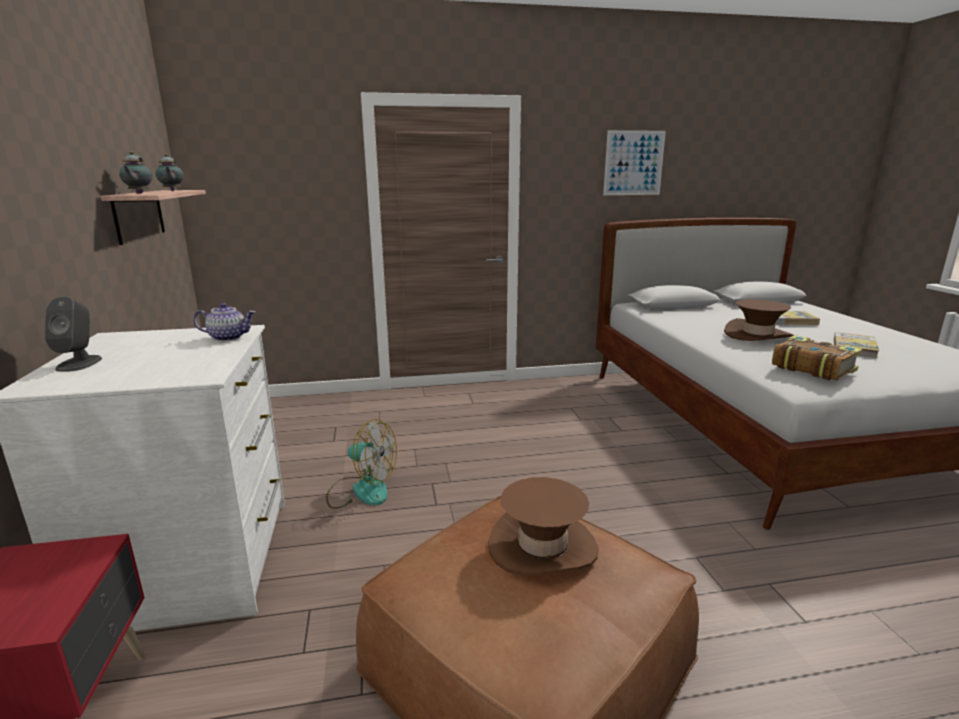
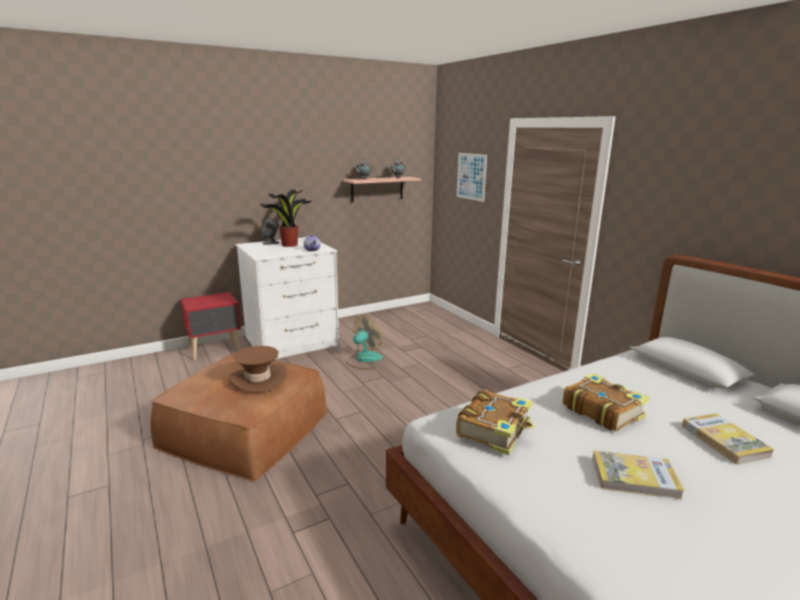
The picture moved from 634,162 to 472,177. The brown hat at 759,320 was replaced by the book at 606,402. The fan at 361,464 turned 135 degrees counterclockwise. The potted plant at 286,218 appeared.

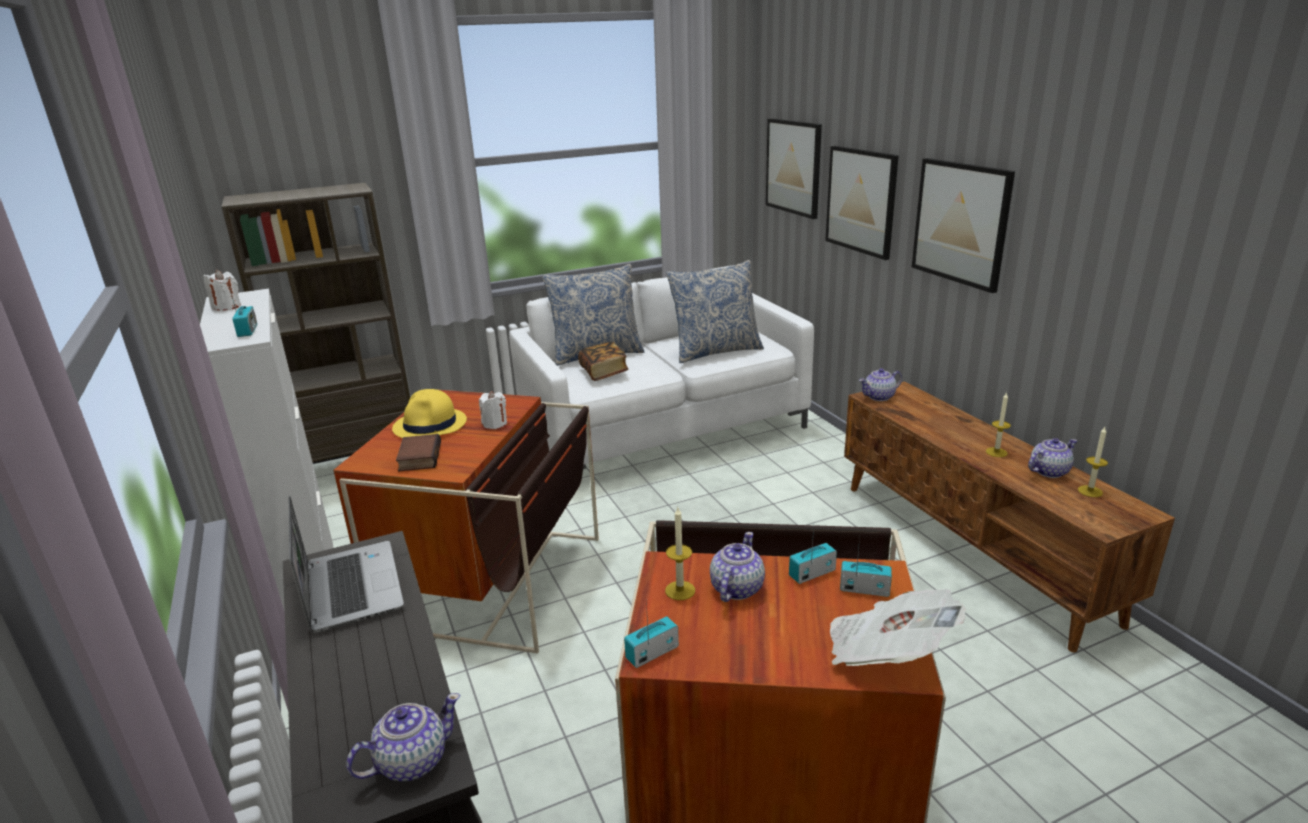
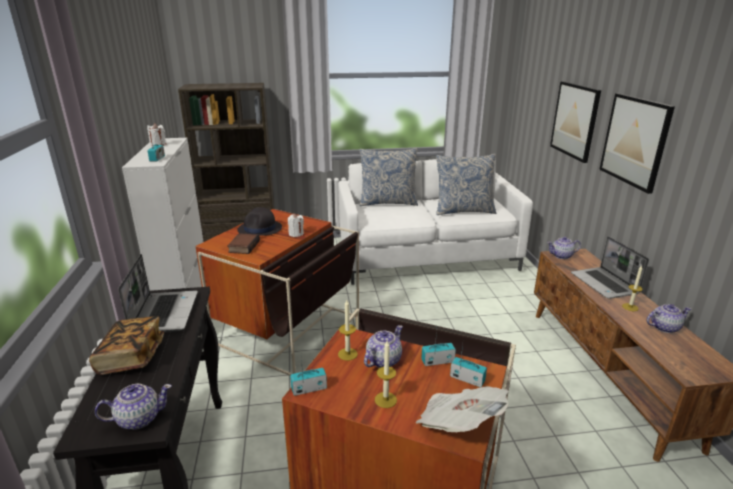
The picture at 794,168 disappeared. The book moved from 603,361 to 126,345. The yellow hat at 429,413 became the black hat at 259,221. The candle moved from 1093,462 to 386,374. The laptop at 610,267 appeared.

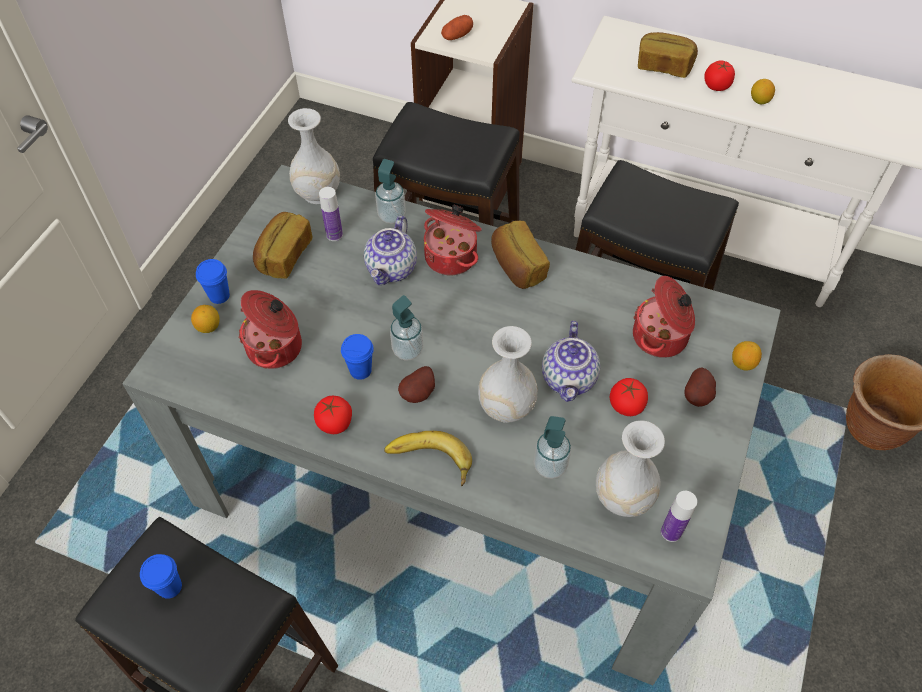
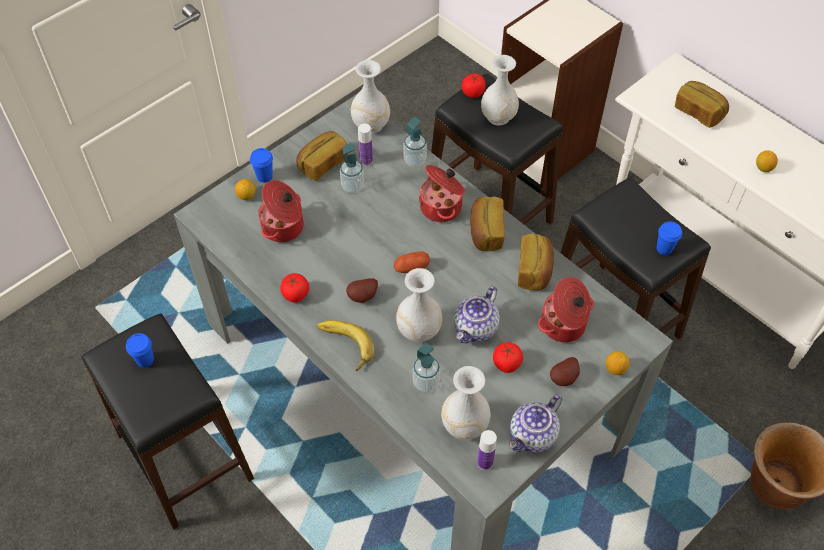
The potato moved from 457,27 to 412,262. The tomato moved from 719,75 to 474,86. The teapot moved from 390,250 to 535,423. The soap dispenser moved from 406,327 to 352,168. The blue cup moved from 357,357 to 669,238. The white vase at 500,90 appeared. The bread at 536,262 appeared.

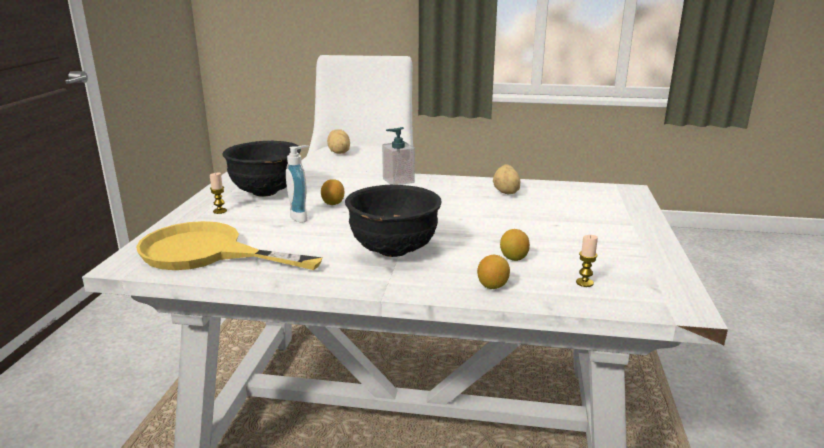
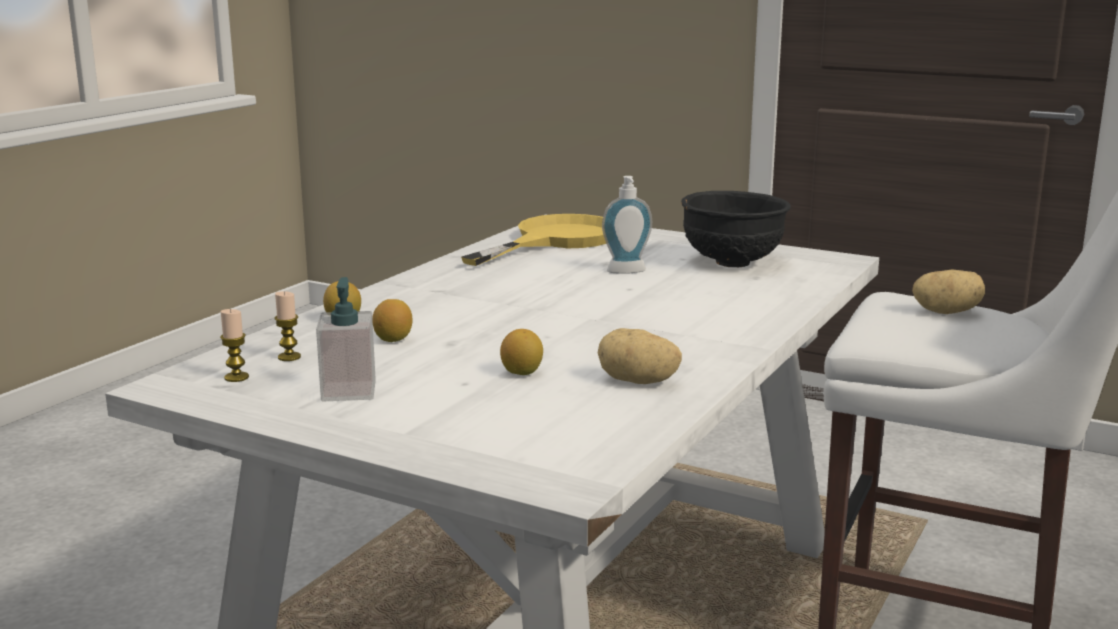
The soap dispenser moved from 398,156 to 346,339. The candle moved from 218,193 to 234,345. The lemon moved from 332,192 to 521,352. The black bowl at 393,221 disappeared.

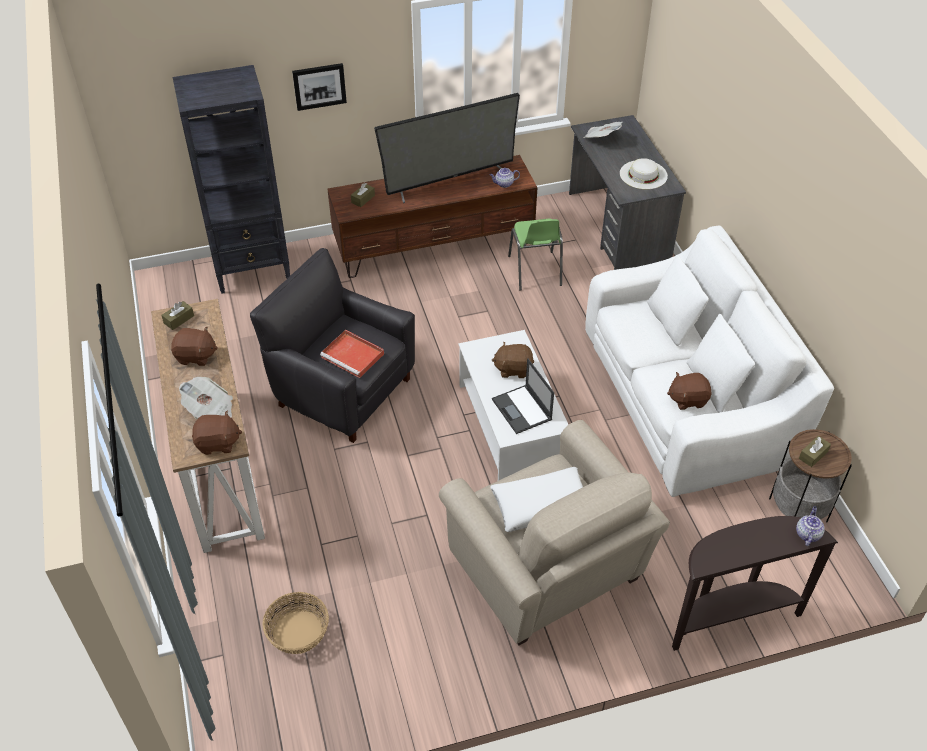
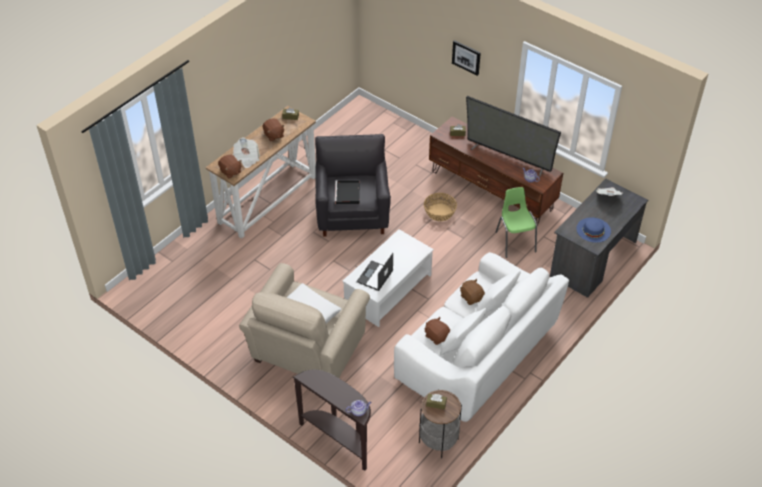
The black bookcase at 231,179 disappeared. The white hat at 644,173 became the blue hat at 593,230. The green chair at 535,255 turned 120 degrees clockwise. The red tray at 352,354 became the black tray at 347,192. The brown plush toy moved from 513,359 to 472,292. The basket moved from 295,623 to 440,207.

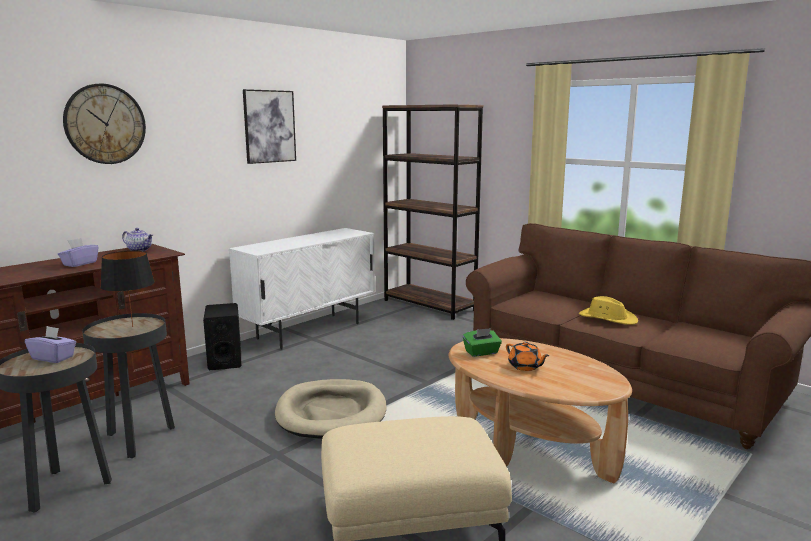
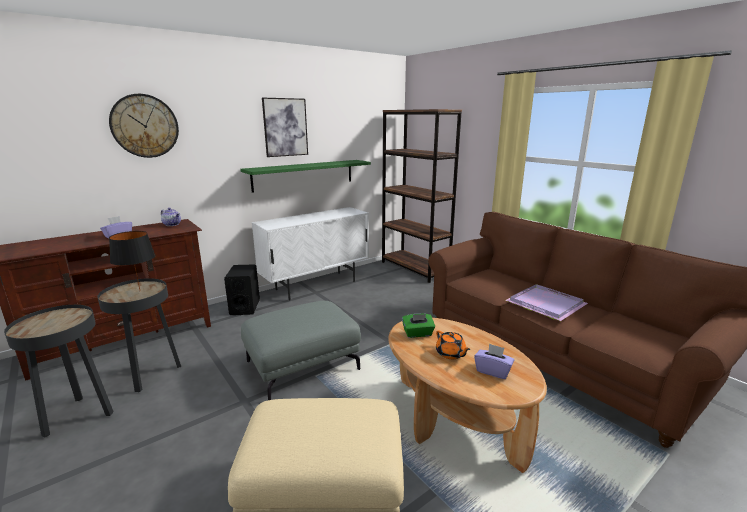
The yellow hat at 608,310 was replaced by the purple tray at 546,302. The purple tissue box moved from 50,344 to 494,361. The beige dog bed at 330,409 was replaced by the grey ottoman at 301,350. The green shelf at 305,176 appeared.

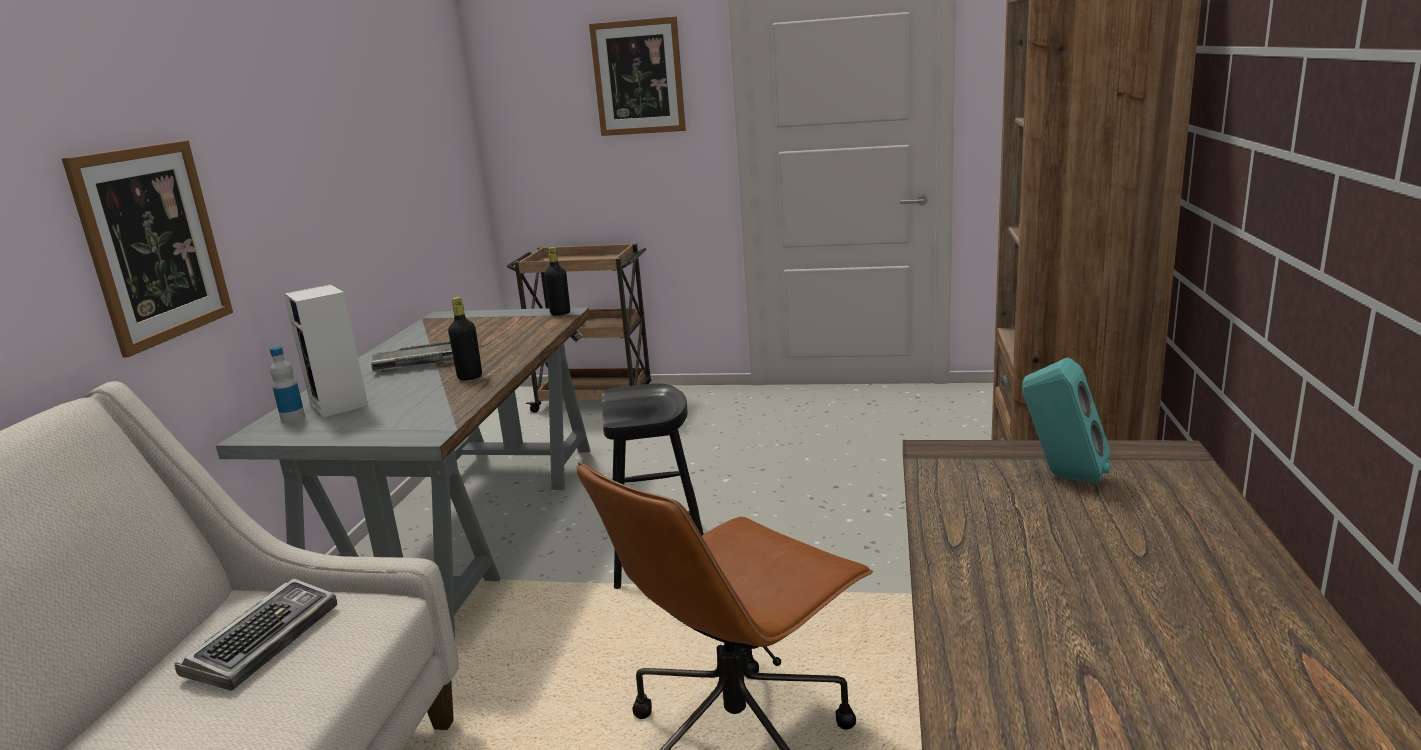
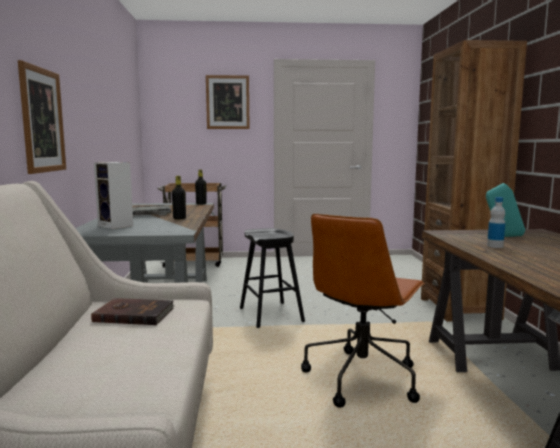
The bottle moved from 287,385 to 496,222. The keyboard at 255,635 was replaced by the brown book at 132,311.

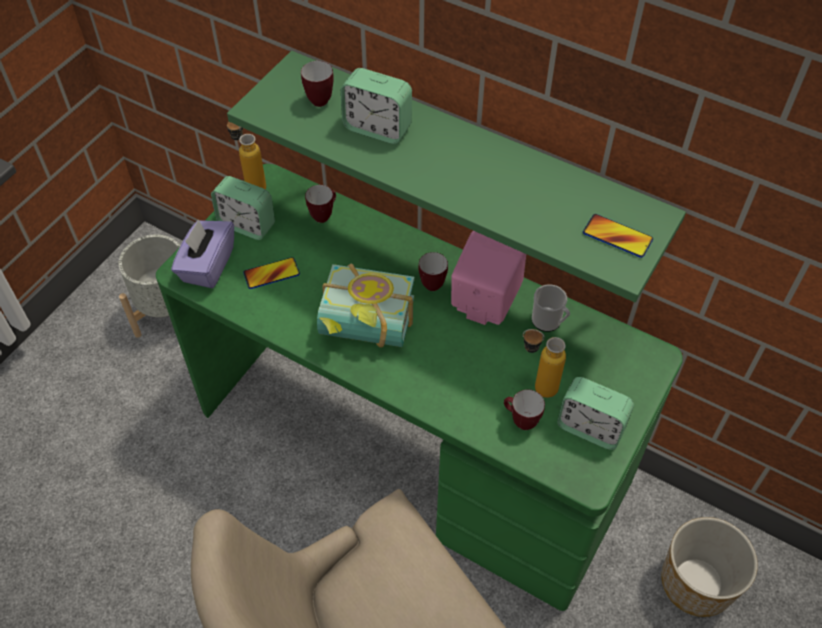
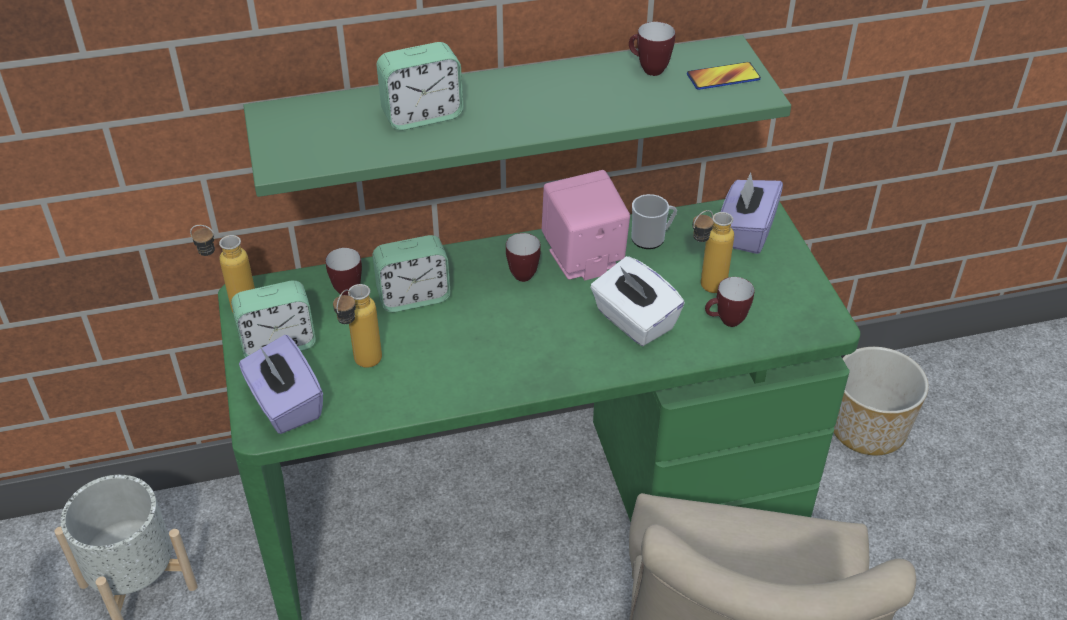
The mug moved from 317,84 to 652,49. The phone at 271,273 was replaced by the bottle at 357,326. The book at 366,305 disappeared. The alarm clock moved from 595,413 to 411,273. The purple tissue box at 752,213 appeared. The white tissue box at 637,301 appeared.

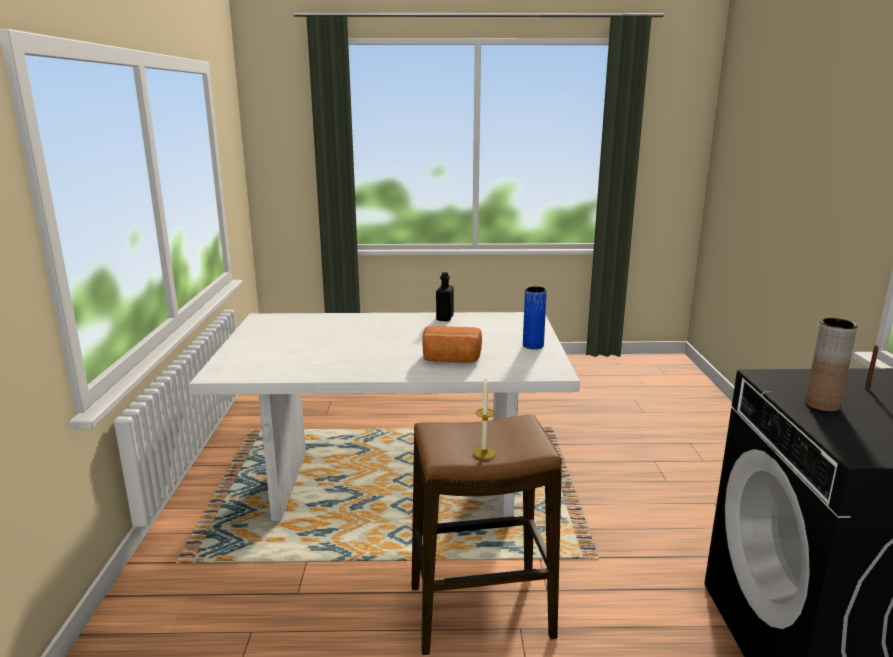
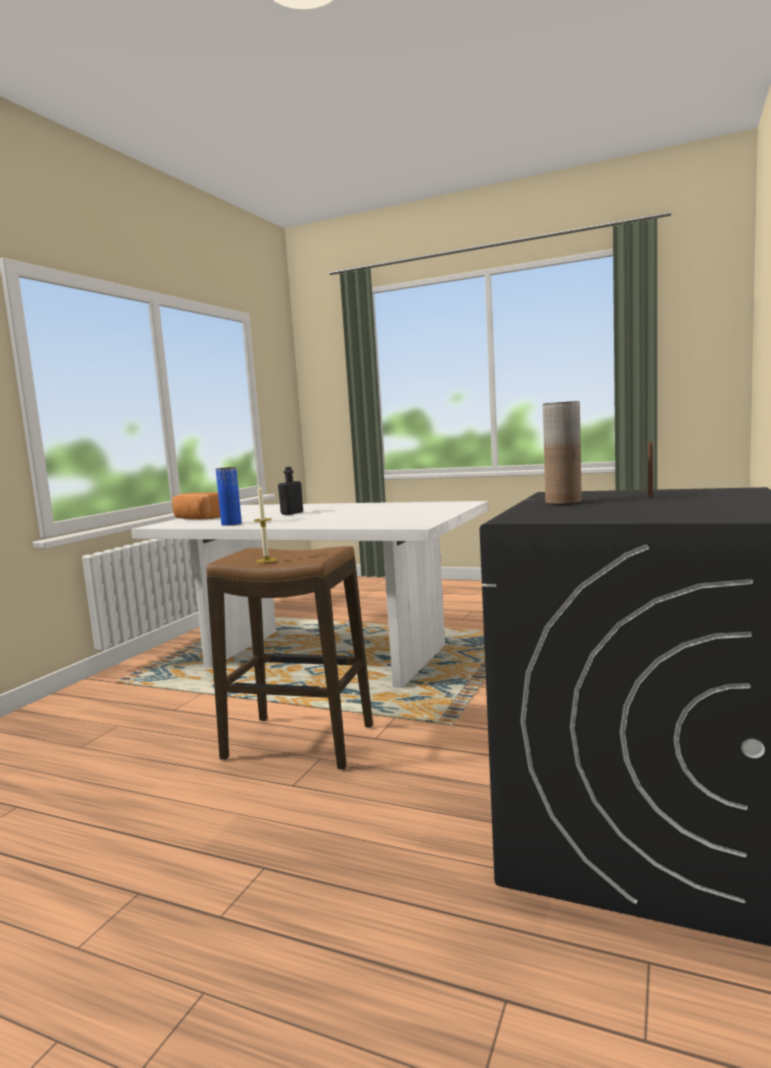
The black bottle moved from 445,296 to 290,491. The blue vase moved from 535,317 to 229,496. The bread moved from 452,344 to 196,506.

